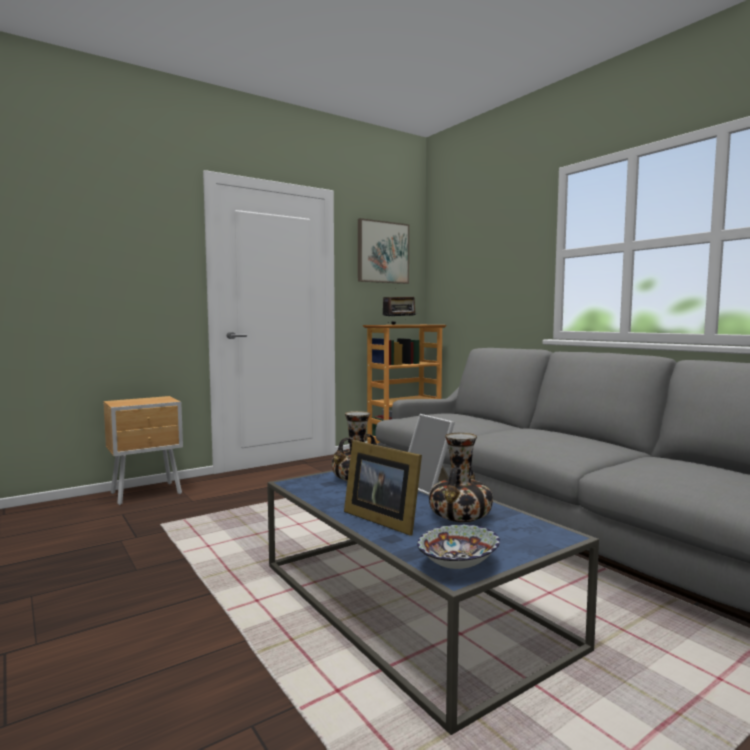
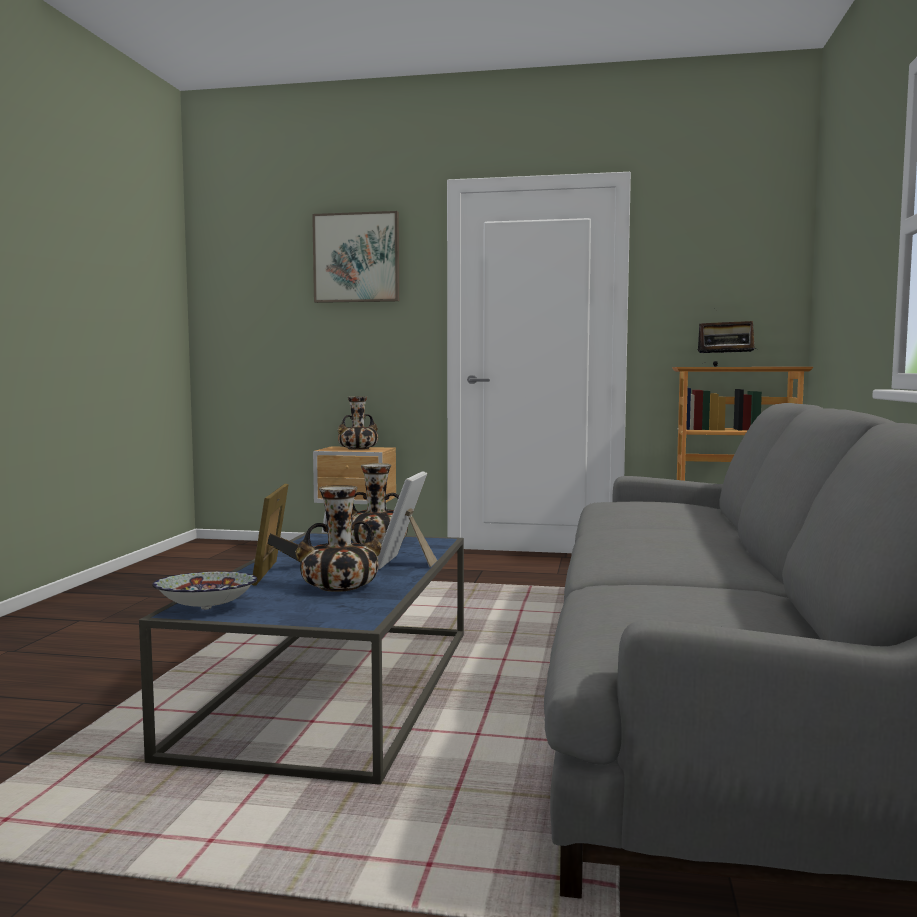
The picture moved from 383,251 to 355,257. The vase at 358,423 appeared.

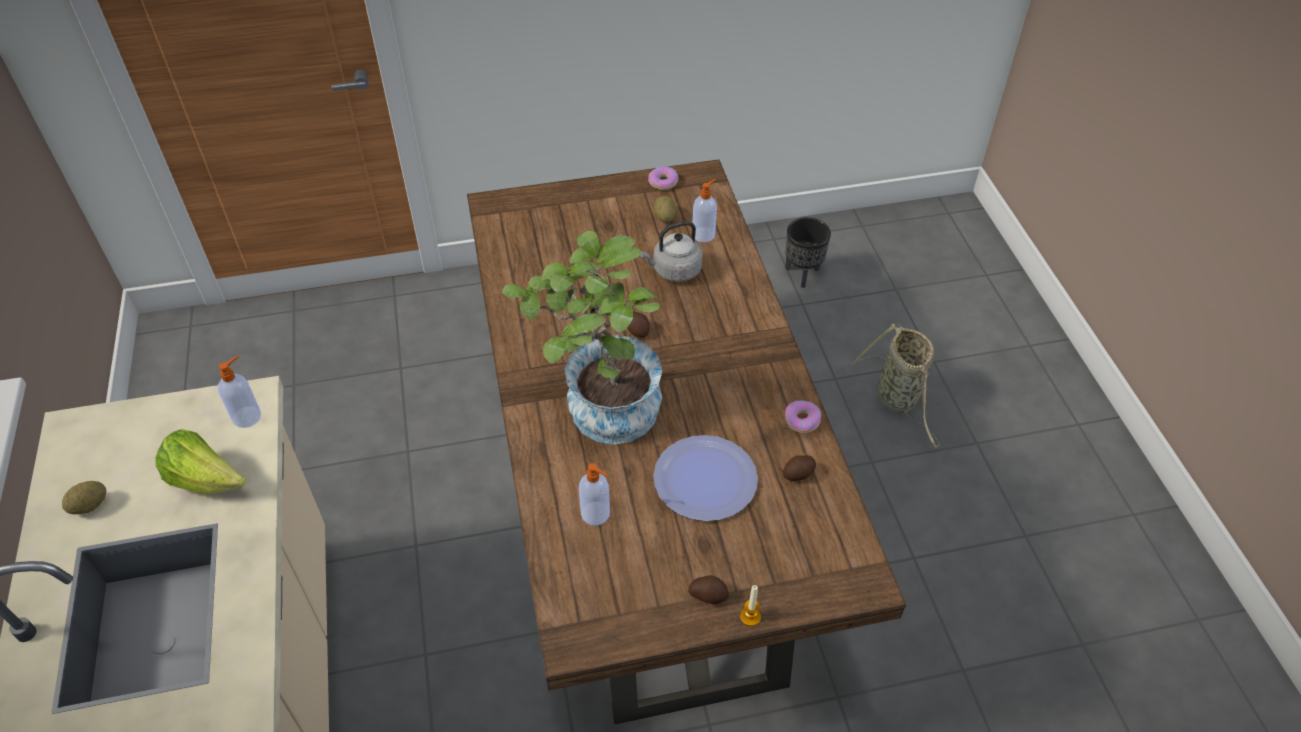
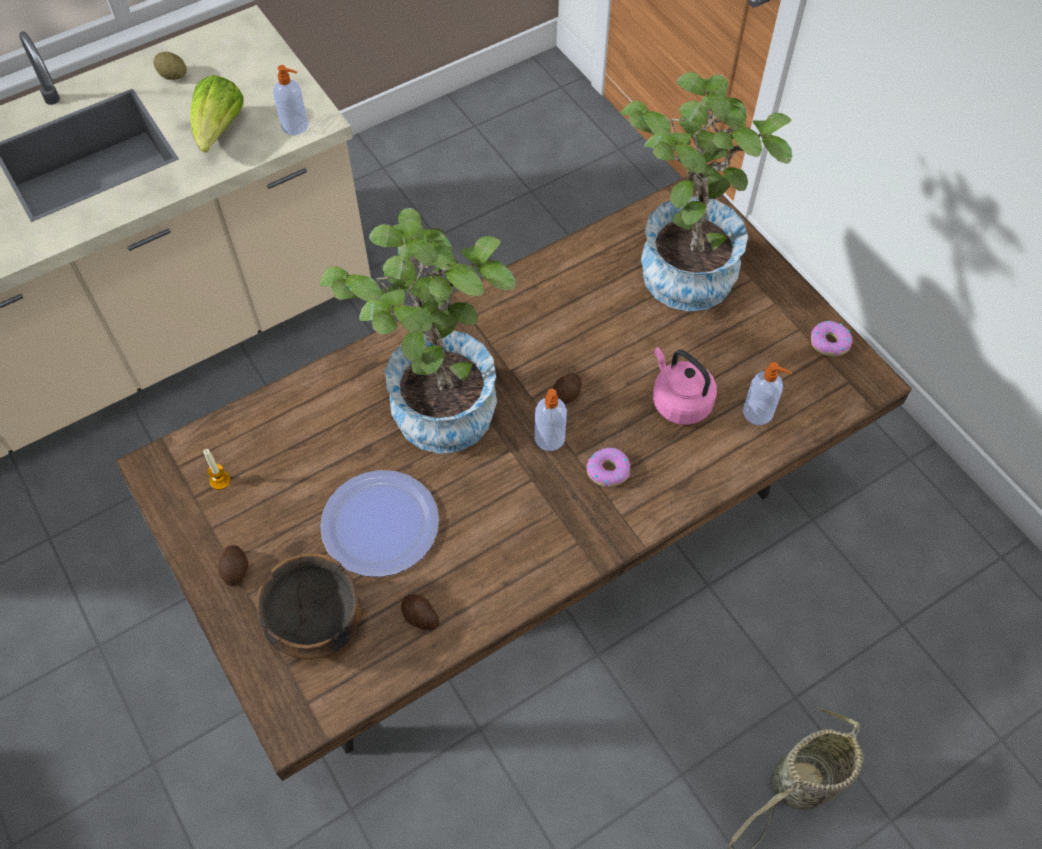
The potato at 665,209 disappeared. The black planter at 808,252 disappeared. The grey kettle at 671,251 became the pink kettle at 685,386. The donut moved from 803,416 to 608,467. The soap dispenser moved from 594,494 to 551,420. The candle moved from 750,605 to 217,469. The potted plant at 706,192 appeared. The bowl at 308,606 appeared.

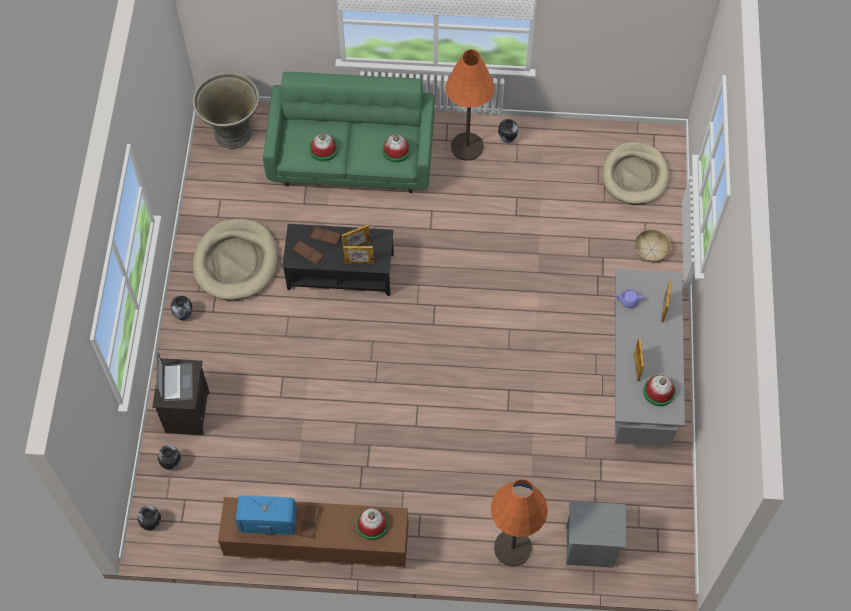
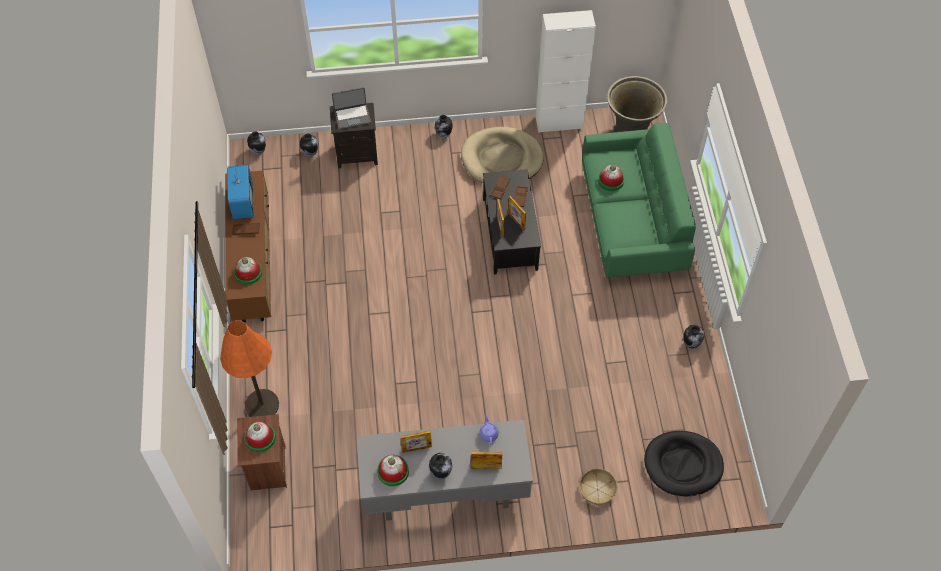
The orange floor lamp at 470,105 disappeared. The hat moved from 396,148 to 260,437. The beige dog bed at 635,173 became the black dog bed at 684,464. The grey nightstand at 596,534 became the brown nightstand at 262,452. The white cabinet at 566,71 appeared. The vase at 440,466 appeared.

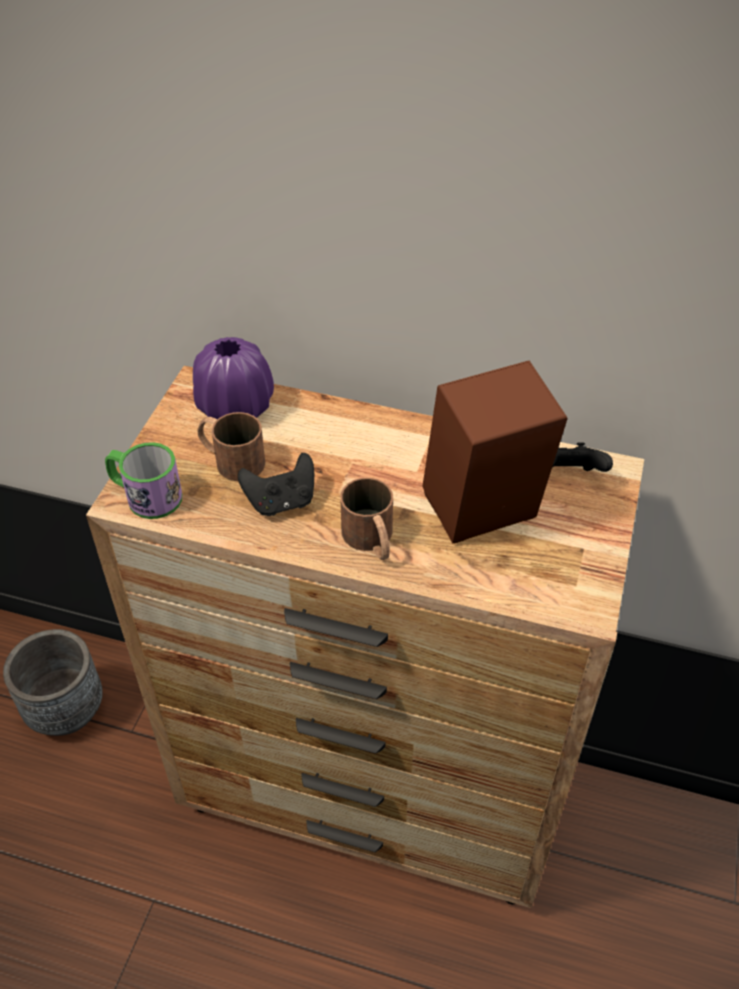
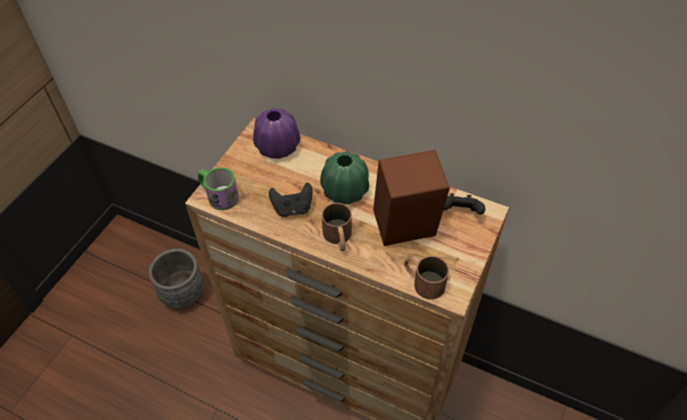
The brown mug moved from 231,446 to 426,277. The green vase at 344,177 appeared.

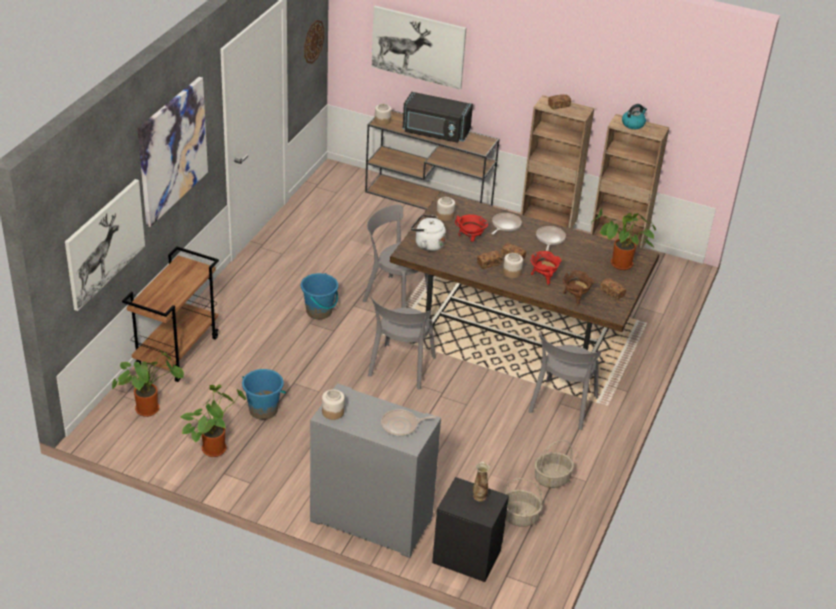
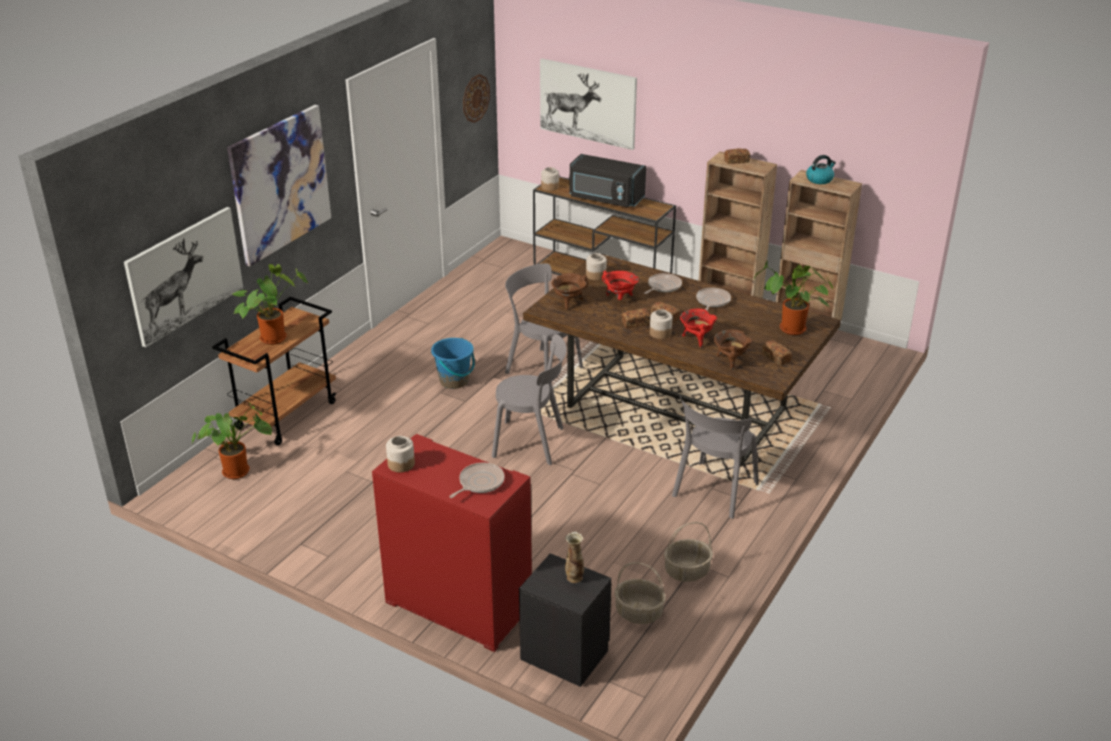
The white kettle at 428,233 was replaced by the brown cooking pot at 569,291. The grey chair at 402,342 turned 105 degrees counterclockwise. The blue bucket at 264,394 disappeared. The potted plant moved from 213,420 to 270,304. The grey cabinet at 375,471 became the red cabinet at 452,543. The frying pan at 408,422 turned 135 degrees clockwise.

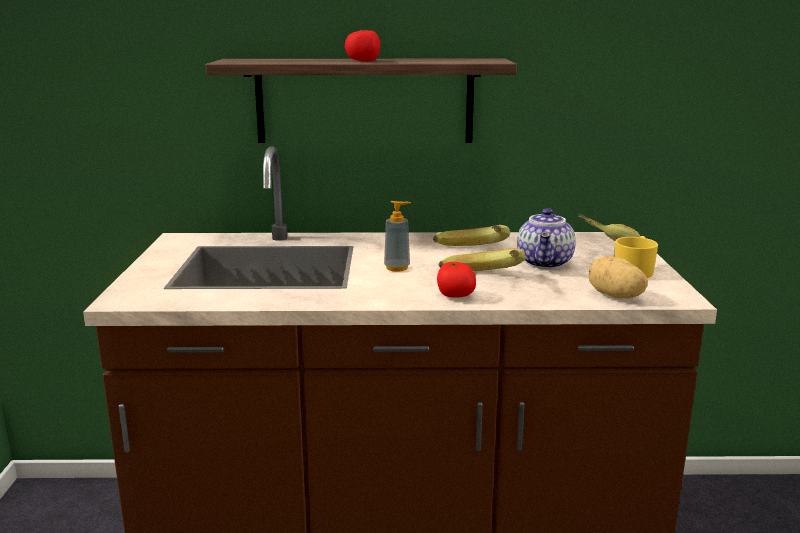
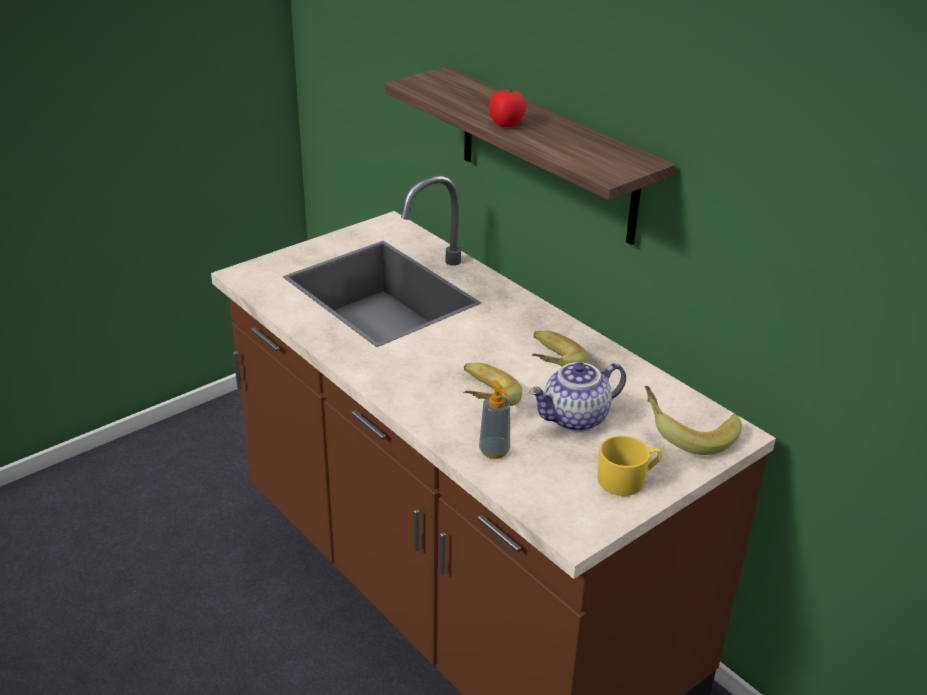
The soap dispenser moved from 397,236 to 494,419. The potato at 618,277 disappeared. The tomato at 456,279 disappeared.

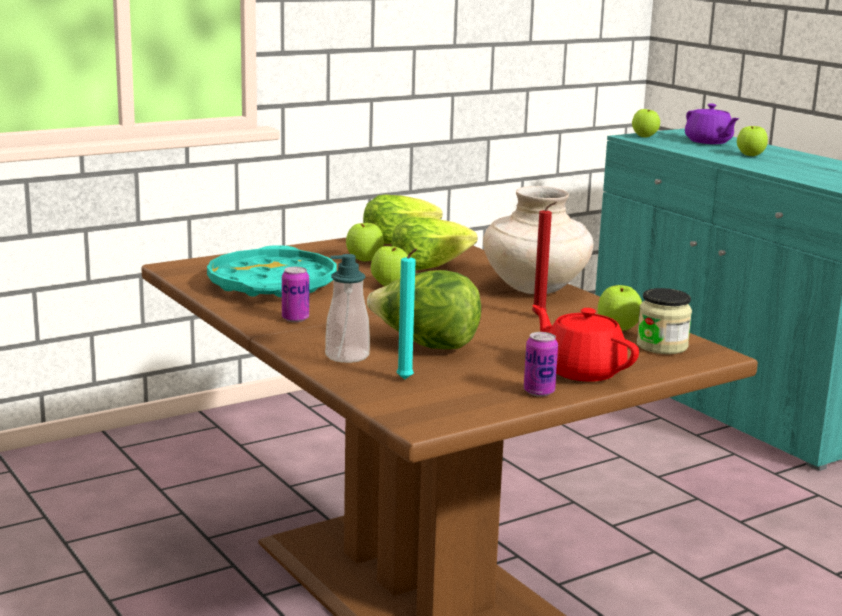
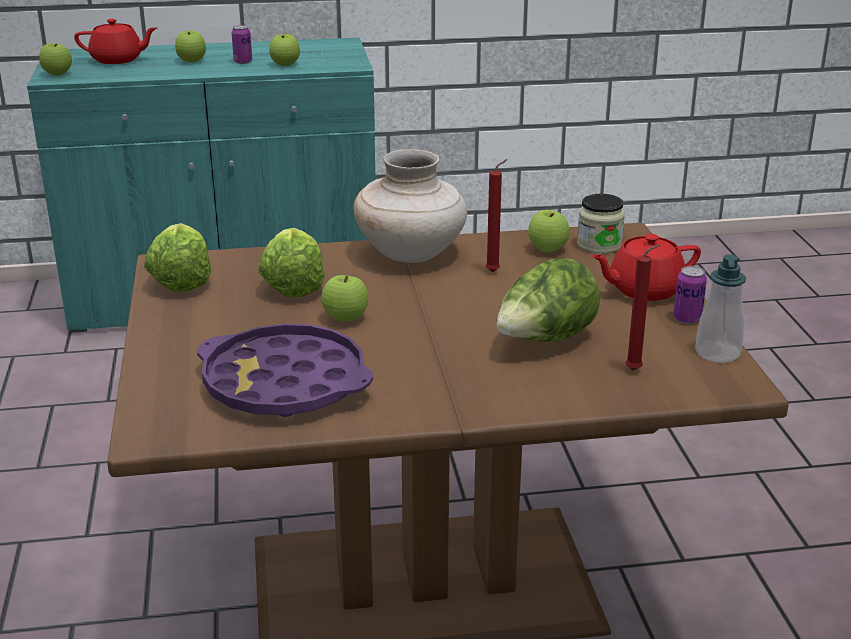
The purple teapot at 712,124 became the red teapot at 115,41. The apple moved from 365,242 to 284,50. The turquoise tray at 272,271 became the purple tray at 285,370. The turquoise candle at 407,314 became the red candle at 643,307. The soap dispenser moved from 347,308 to 720,309. The can moved from 295,294 to 241,44.

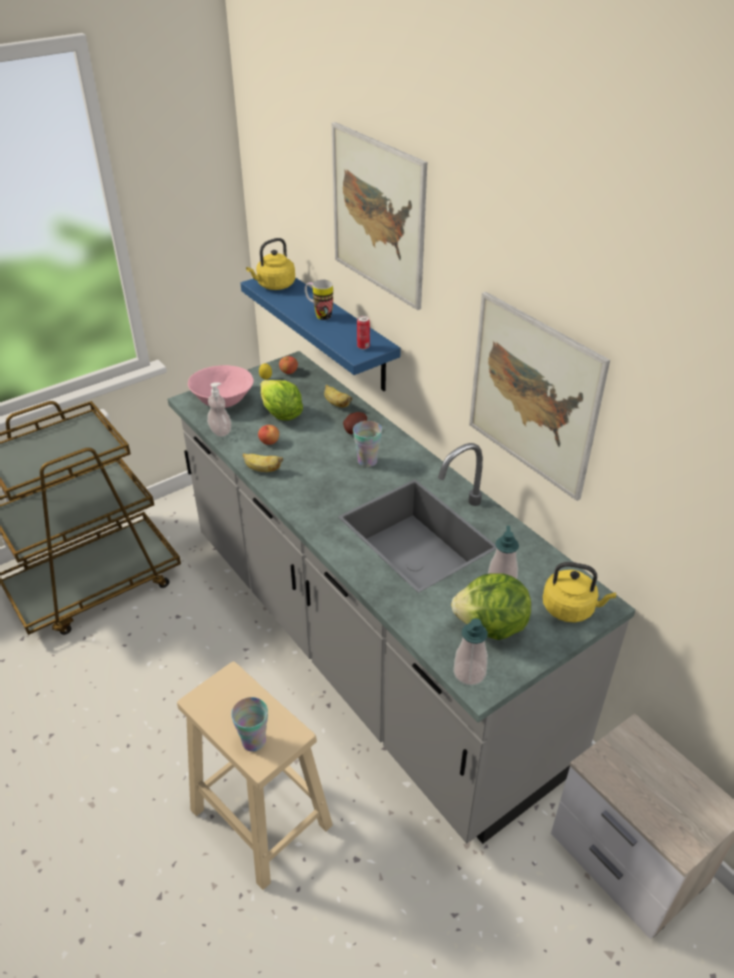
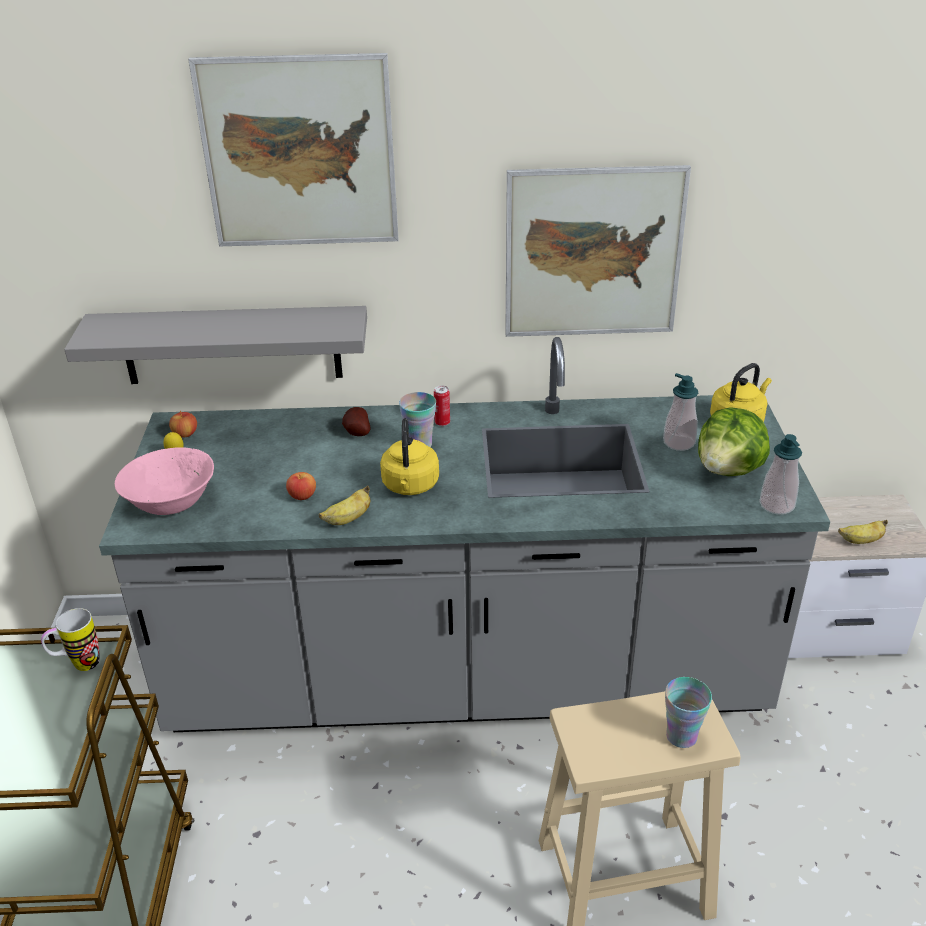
The yellow kettle moved from 270,264 to 409,456. The blue shelf at 321,334 became the grey shelf at 215,345. The mug moved from 319,299 to 70,639. The can moved from 363,333 to 442,405. The lettuce at 282,400 disappeared. The soap dispenser at 219,409 disappeared. The banana moved from 338,396 to 863,532.

